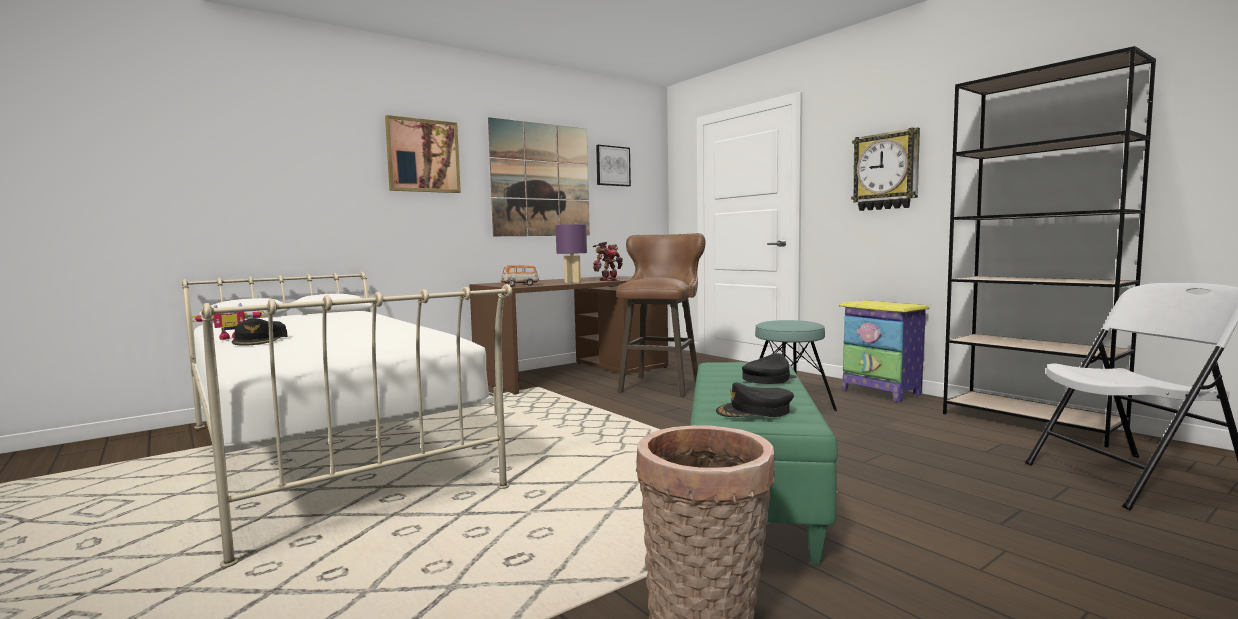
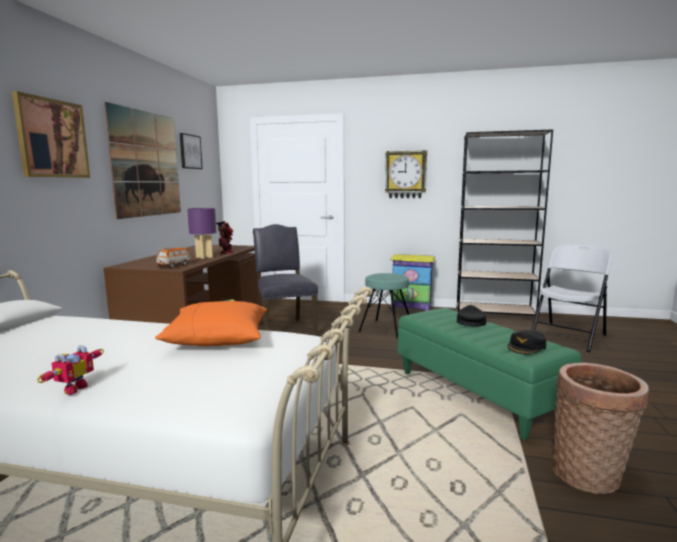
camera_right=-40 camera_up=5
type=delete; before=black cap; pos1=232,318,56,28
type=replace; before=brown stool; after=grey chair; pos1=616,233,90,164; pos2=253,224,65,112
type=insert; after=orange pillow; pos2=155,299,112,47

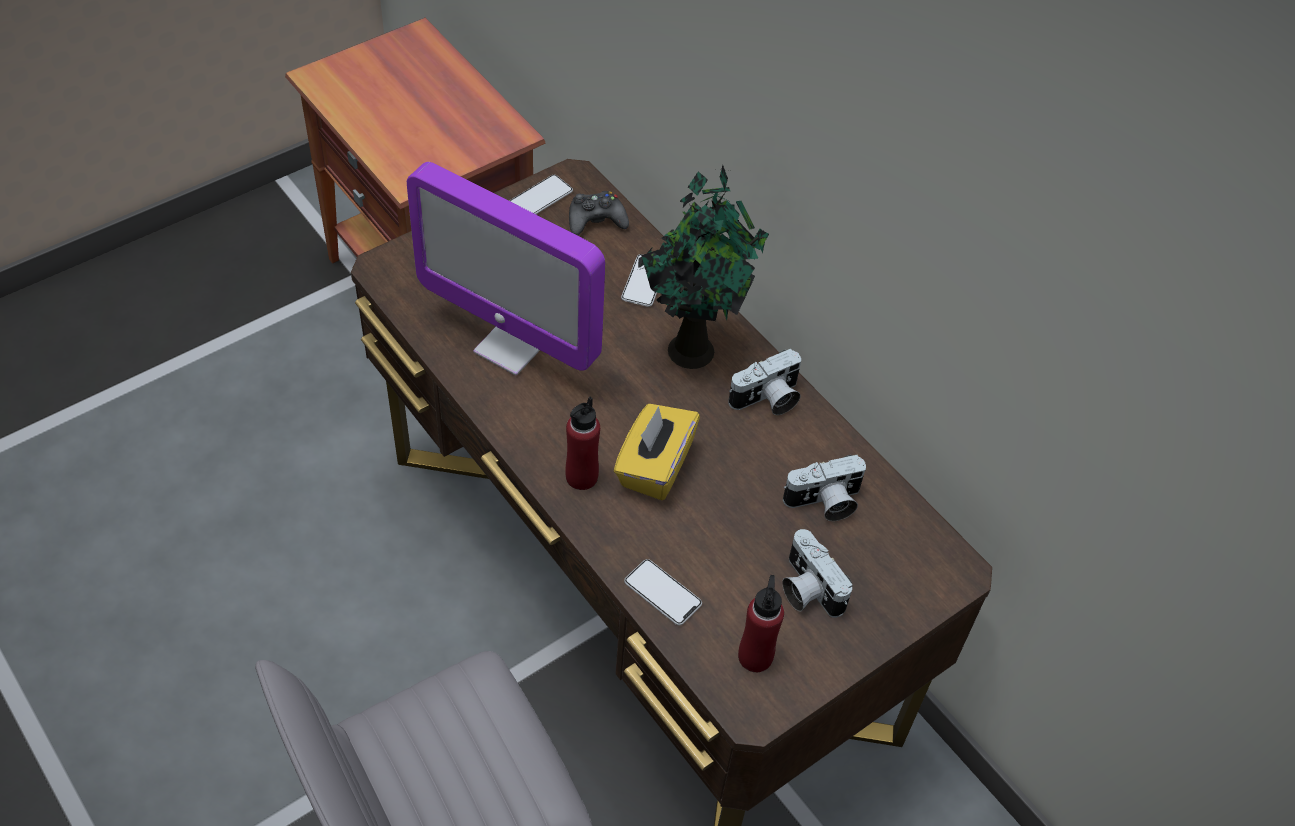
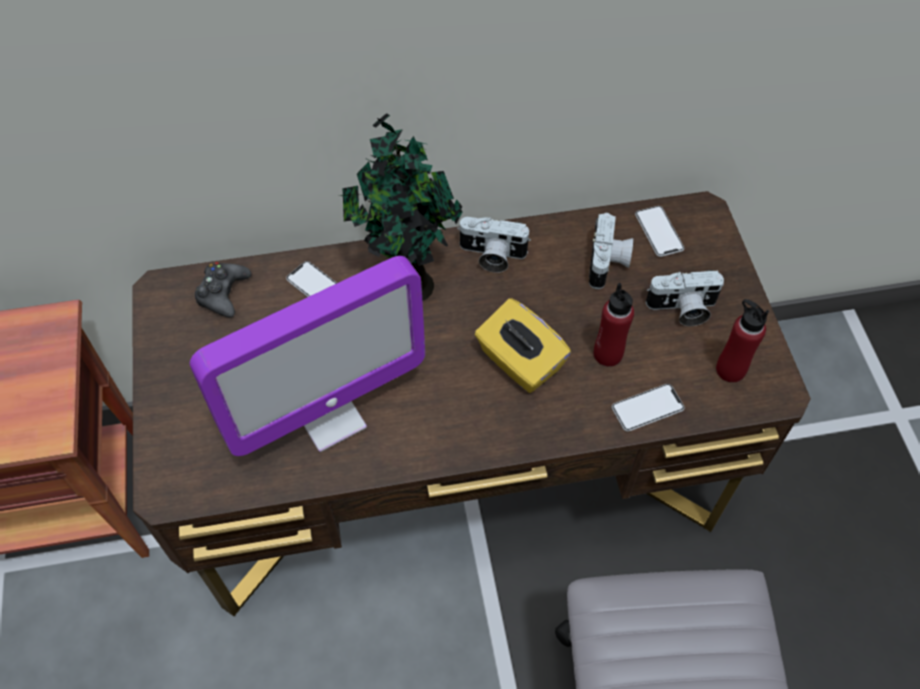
camera_right=-60 camera_up=5
type=move; before=phone; pos1=510,175,63,39; pos2=635,206,49,51
type=move; before=red bottle; pos1=565,397,35,93; pos2=594,283,40,84
type=rotate; before=photo camera; pos1=728,349,73,66; pos2=457,217,74,56; turn=105

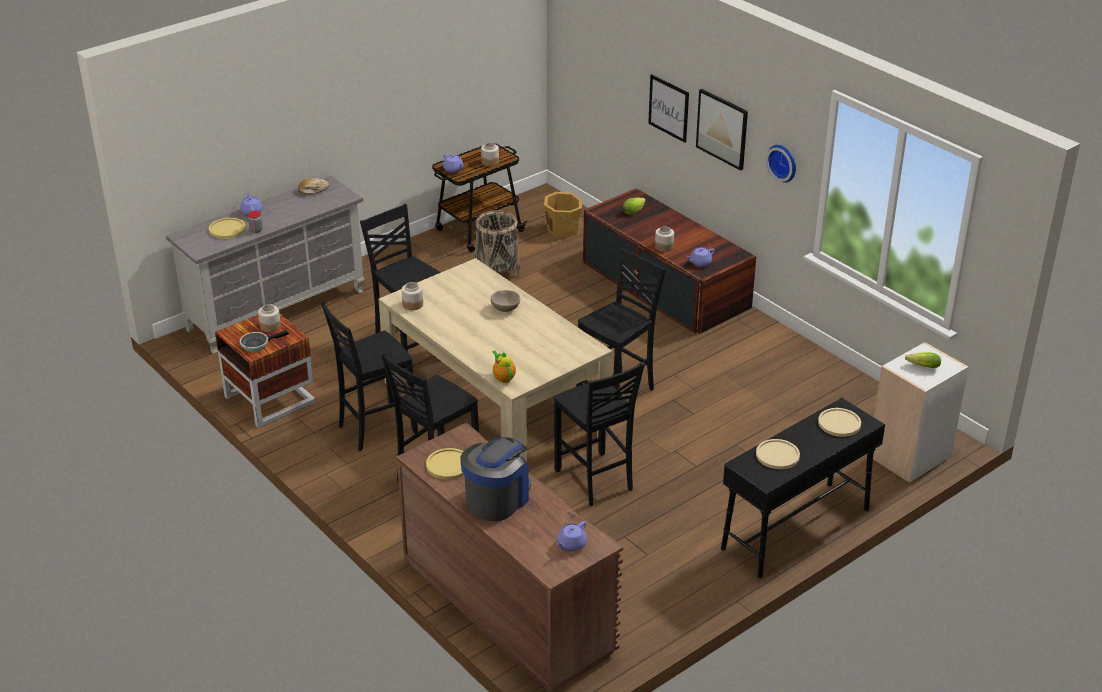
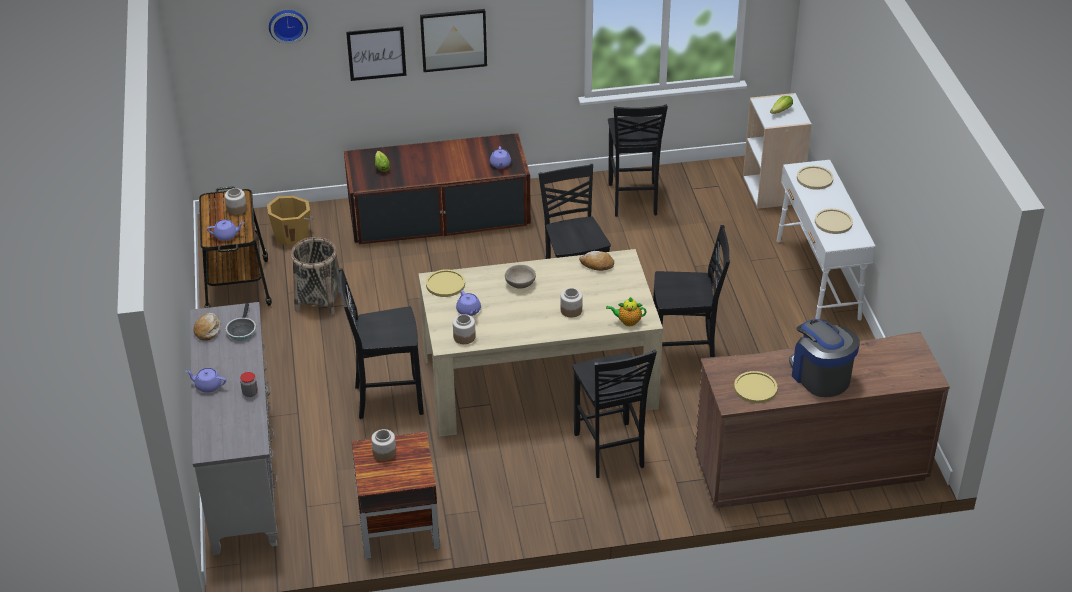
camera_right=-60 camera_up=5
type=move; before=yellow plate; pos1=209,218,37,21; pos2=426,269,39,28
type=move; before=frying pan; pos1=240,330,49,22; pos2=226,303,30,37
type=move; before=black chair; pos1=321,301,97,150; pos2=608,104,60,113
type=move; before=purple teapot; pos1=557,521,30,30; pos2=456,290,25,26
type=move; before=jar; pos1=655,227,19,25; pos2=561,288,21,30
type=recolor; before=black console table; after=white console table; pos1=721,398,164,180; pos2=777,160,98,161
type=move; before=wall clock; pos1=766,145,30,38; pos2=269,10,39,34
type=insert; after=bread; pos2=579,251,35,20

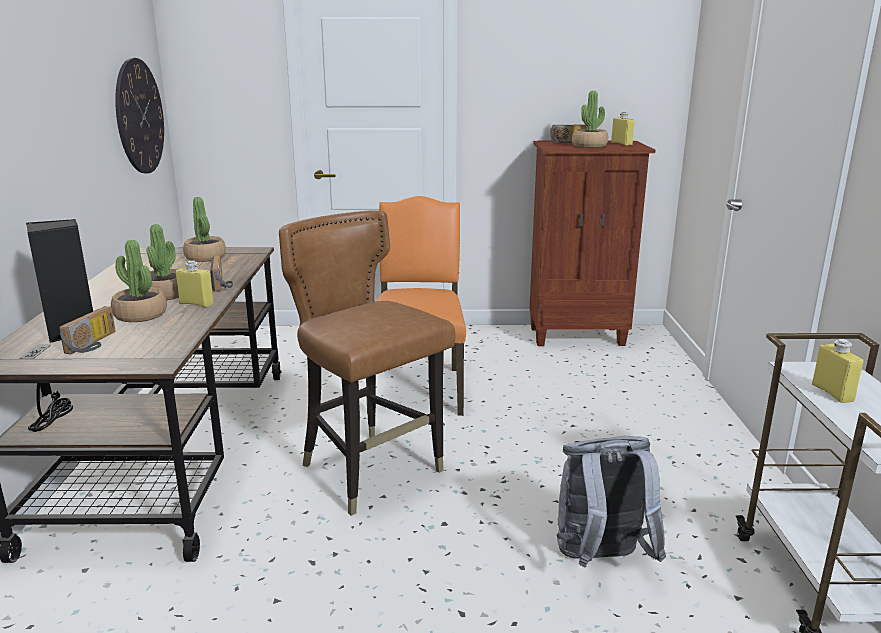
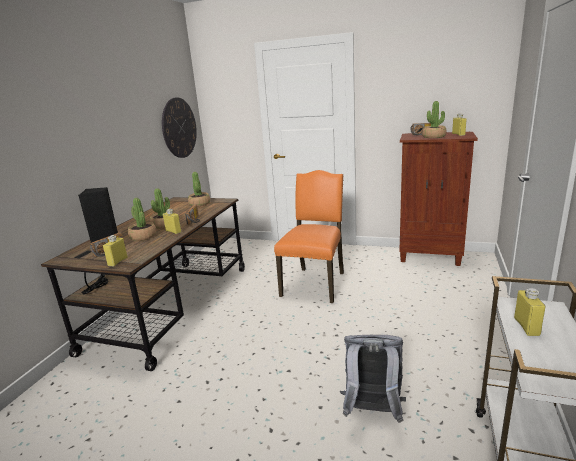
camera_right=20 camera_up=0
type=delete; before=brown chair; pos1=279,210,177,306
type=insert; after=yellow bottle; pos2=103,235,25,31

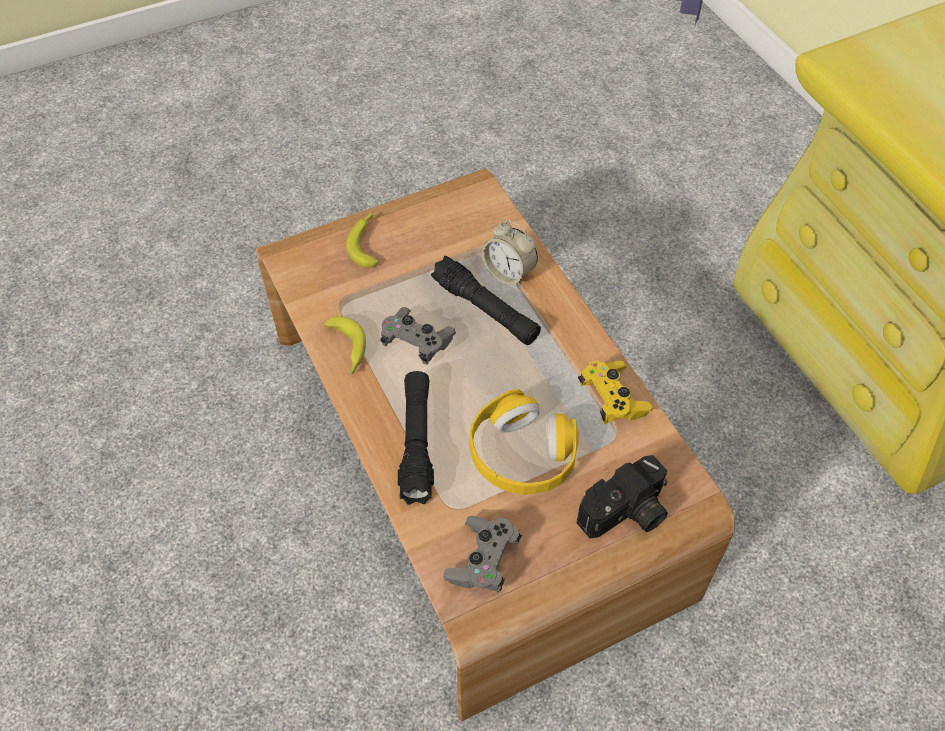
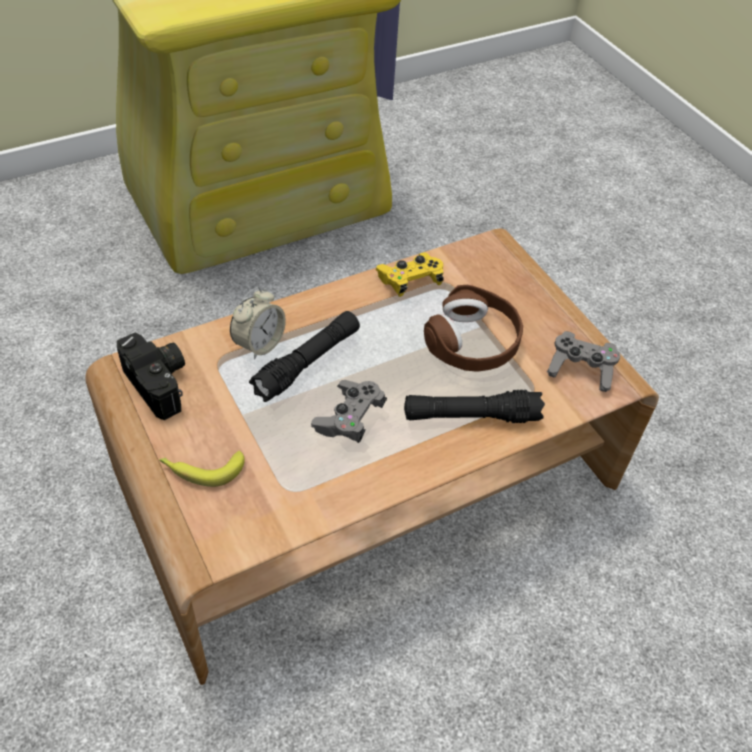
camera_right=-95 camera_up=-5
type=delete; before=banana; pos1=324,316,42,59
type=recolor; before=yellow headphones; after=brown headphones; pos1=469,388,110,107; pos2=424,285,99,87
type=move; before=photo camera; pos1=577,455,91,83; pos2=117,333,68,87

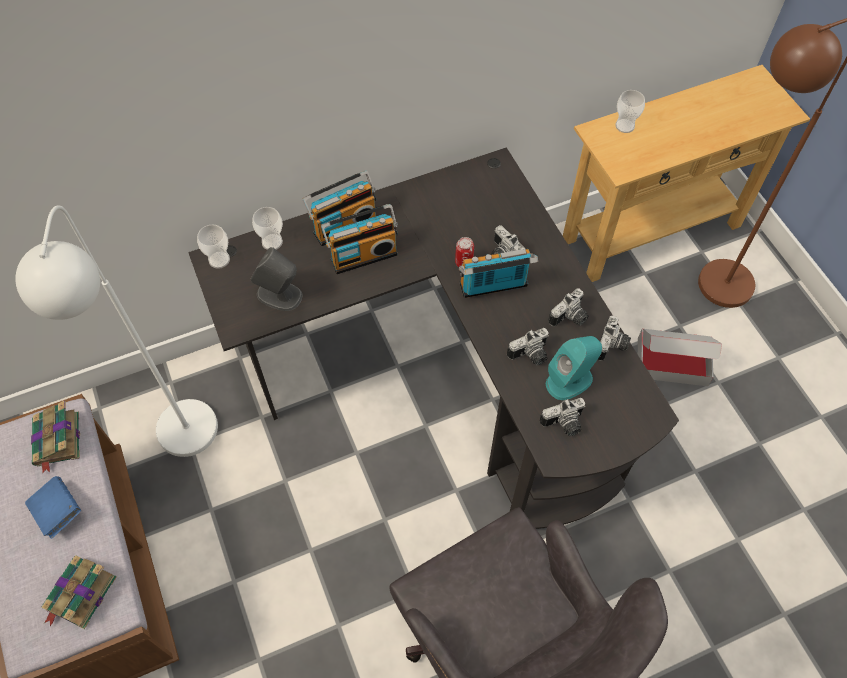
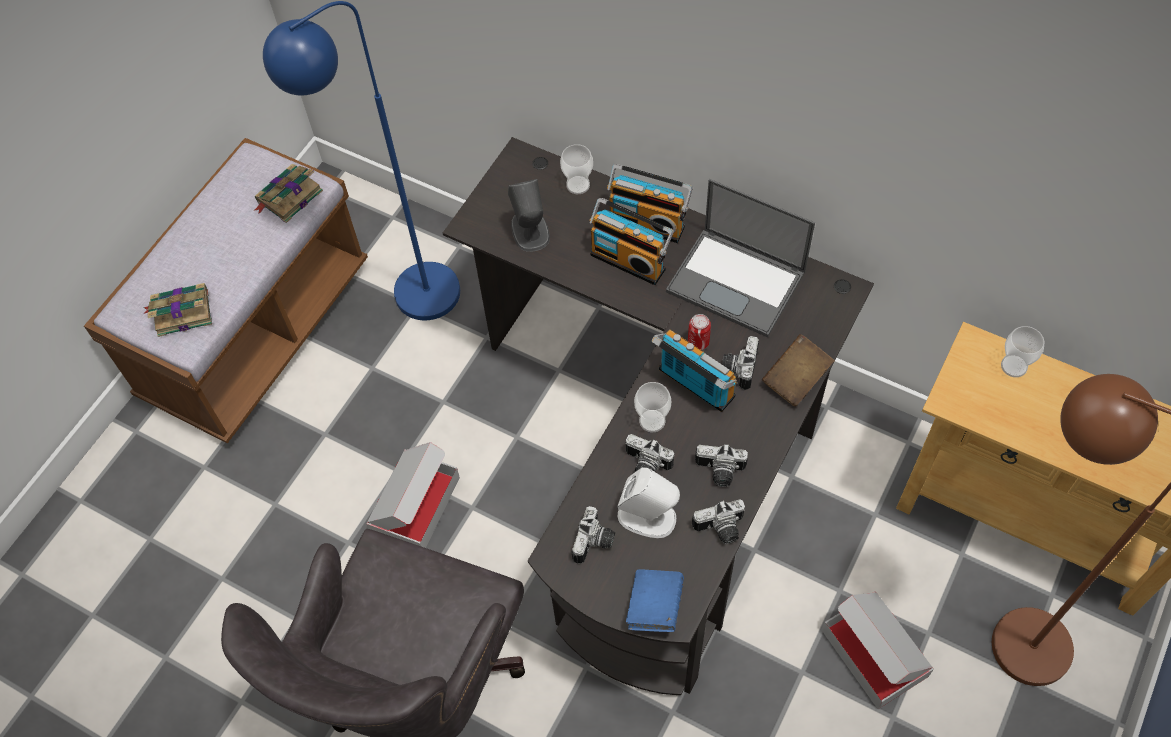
camera_right=55 camera_up=0
type=recolor; before=white floor lamp; after=blue floor lamp; pos1=15,205,203,252; pos2=263,1,197,319
type=move; before=blue book; pos1=25,476,56,63; pos2=626,569,58,63
type=move; before=cup; pos1=197,225,33,44; pos2=634,382,37,50
type=rotate; before=photo camera; pos1=539,398,46,38; pos2=572,506,43,58; turn=-105
type=recolor; before=turquoise speaker; after=white speaker; pos1=546,336,56,64; pos2=618,467,62,71
type=insert; after=cardboard box; pos2=366,442,94,106
type=insert; after=laptop; pos2=666,179,149,158
type=insert; after=brown book; pos2=762,334,73,72

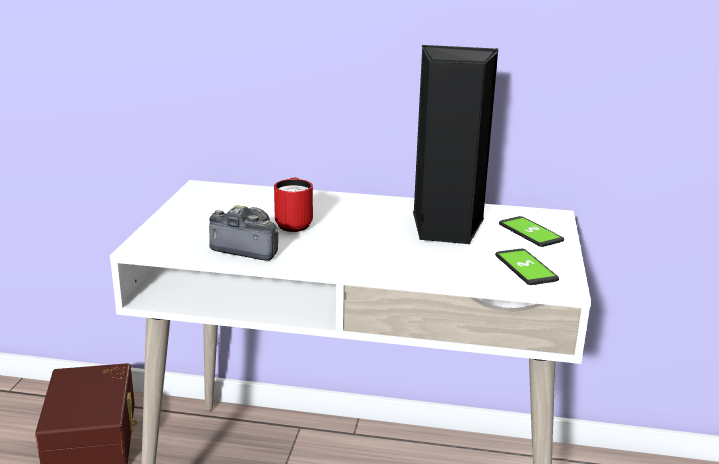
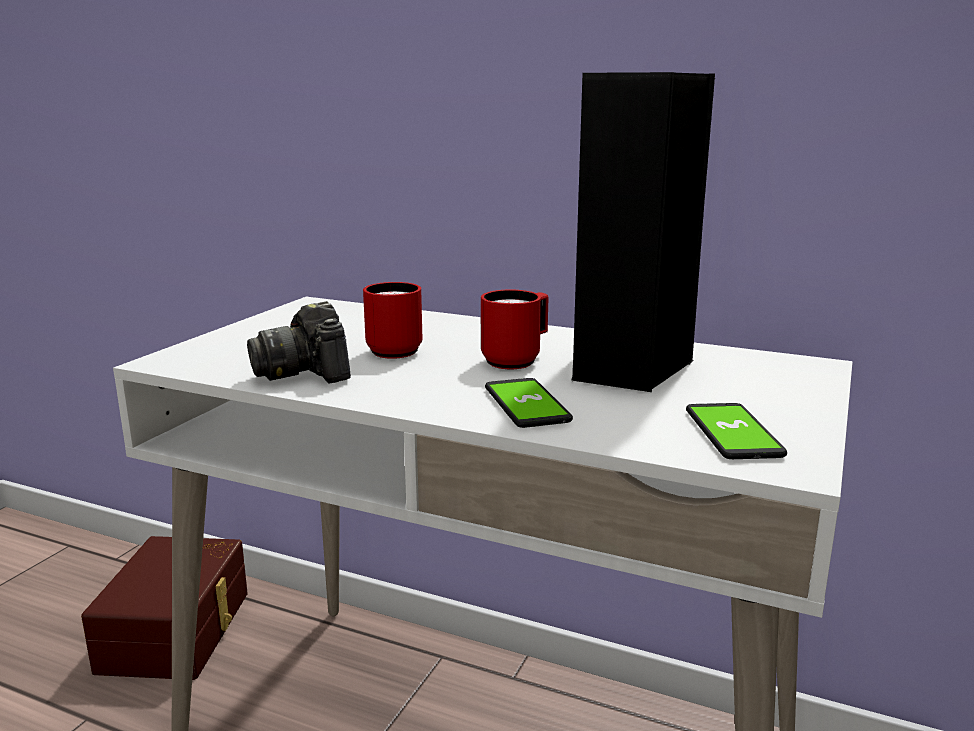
camera_right=15 camera_up=-5
type=rotate; before=photo camera; pos1=209,205,70,56; pos2=247,301,104,83; turn=-150
type=move; before=phone; pos1=499,216,65,31; pos2=485,378,88,50
type=insert; after=red mug; pos2=481,289,68,80

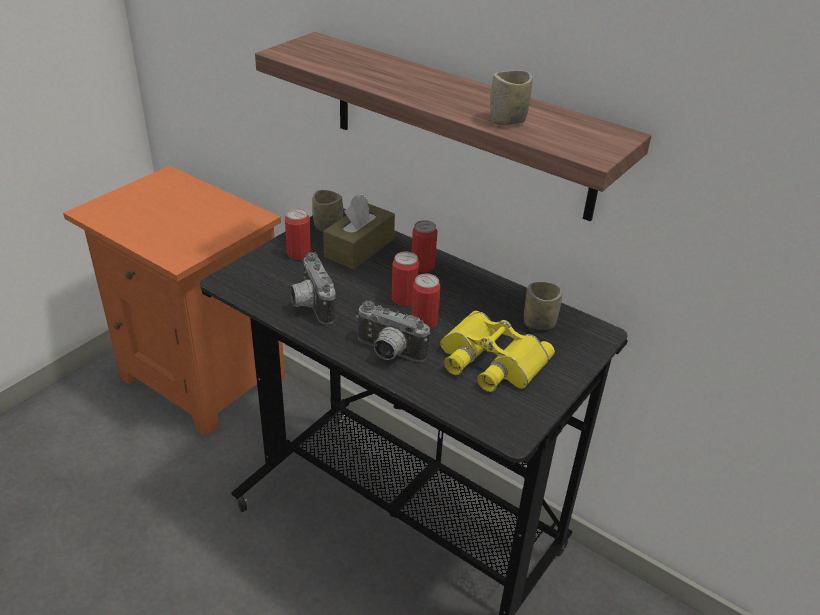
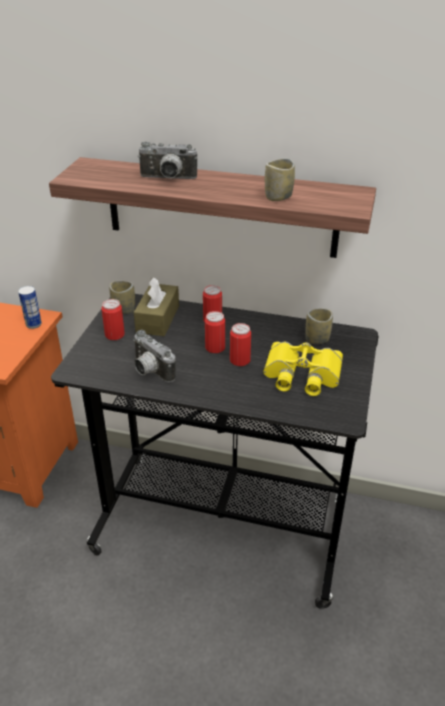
camera_right=-20 camera_up=0
type=move; before=photo camera; pos1=356,300,74,62; pos2=138,142,59,37
type=insert; after=can; pos2=18,286,24,43

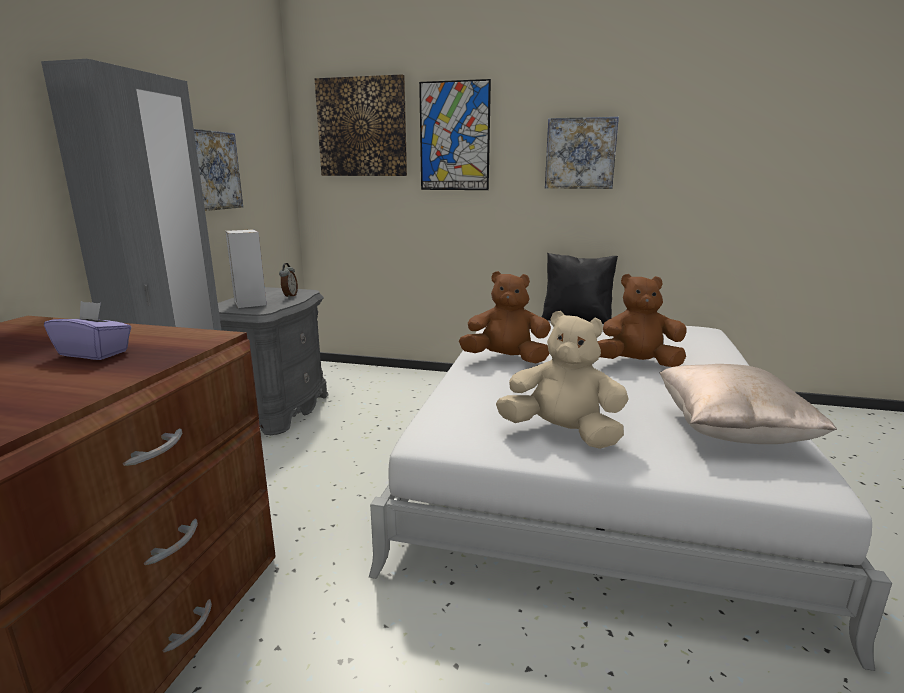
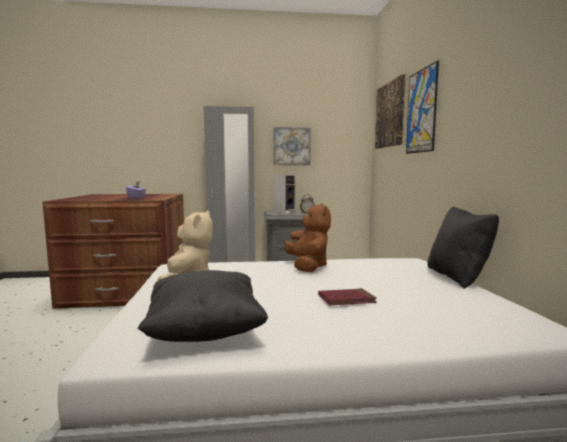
camera_right=70 camera_up=-10
type=delete; before=picture; pos1=545,117,74,72
type=replace; before=brown plush toy; after=red book; pos1=598,274,89,93; pos2=318,288,59,17
type=recolor; before=beige pillow; after=black pillow; pos1=660,364,177,80; pos2=138,270,130,72

